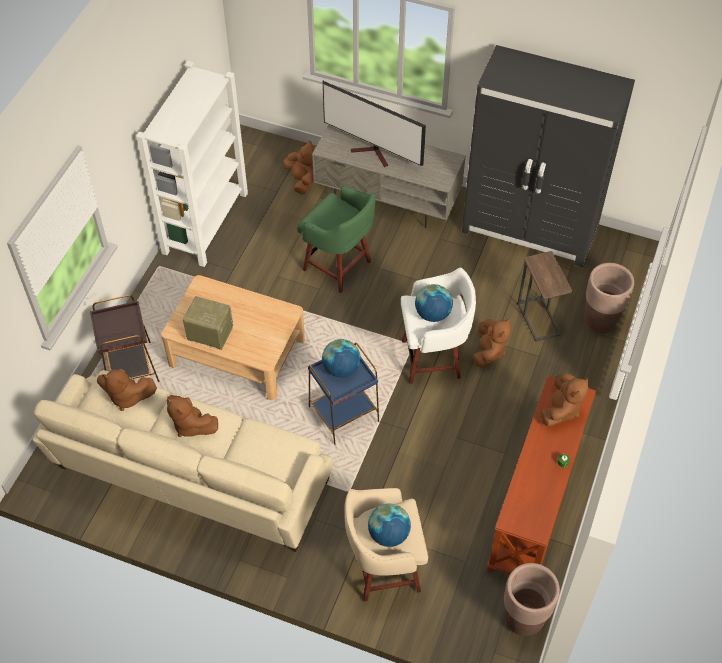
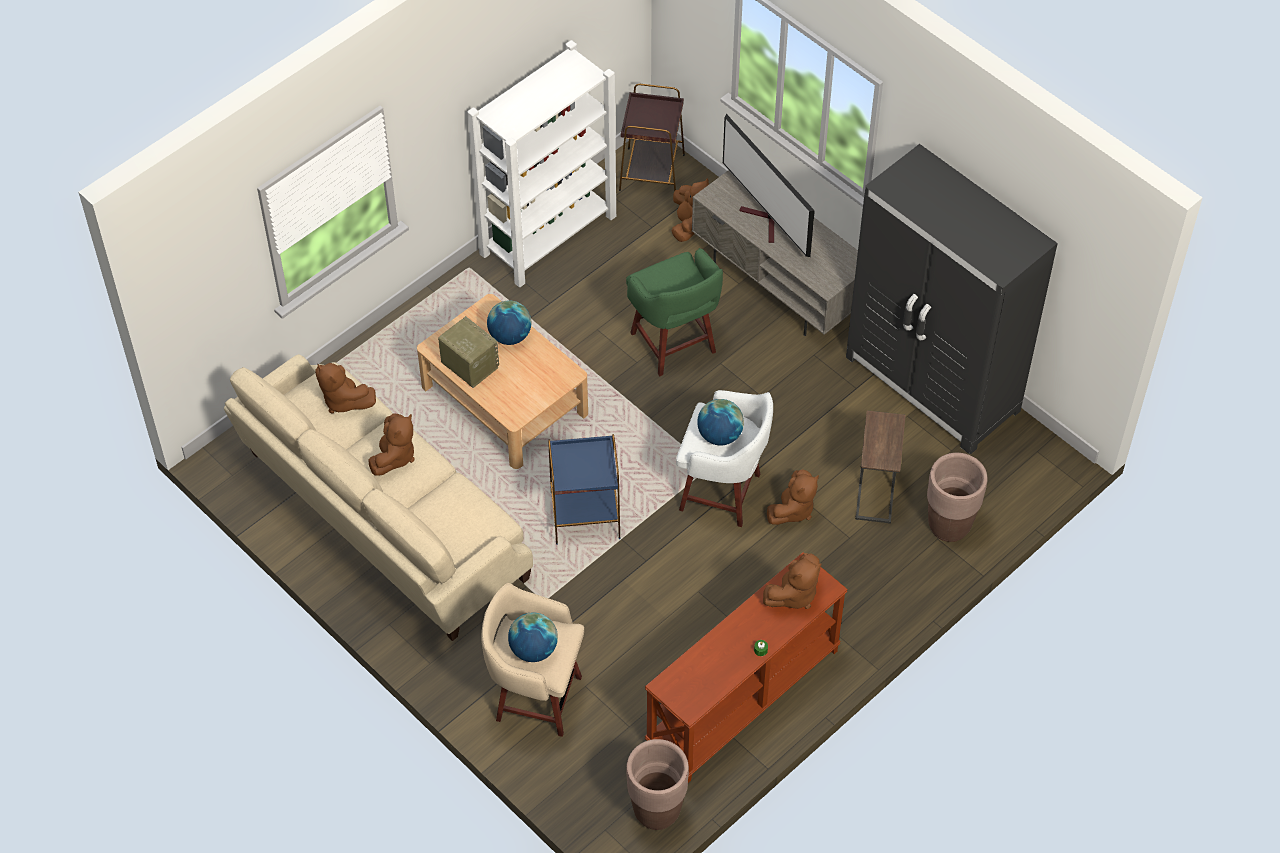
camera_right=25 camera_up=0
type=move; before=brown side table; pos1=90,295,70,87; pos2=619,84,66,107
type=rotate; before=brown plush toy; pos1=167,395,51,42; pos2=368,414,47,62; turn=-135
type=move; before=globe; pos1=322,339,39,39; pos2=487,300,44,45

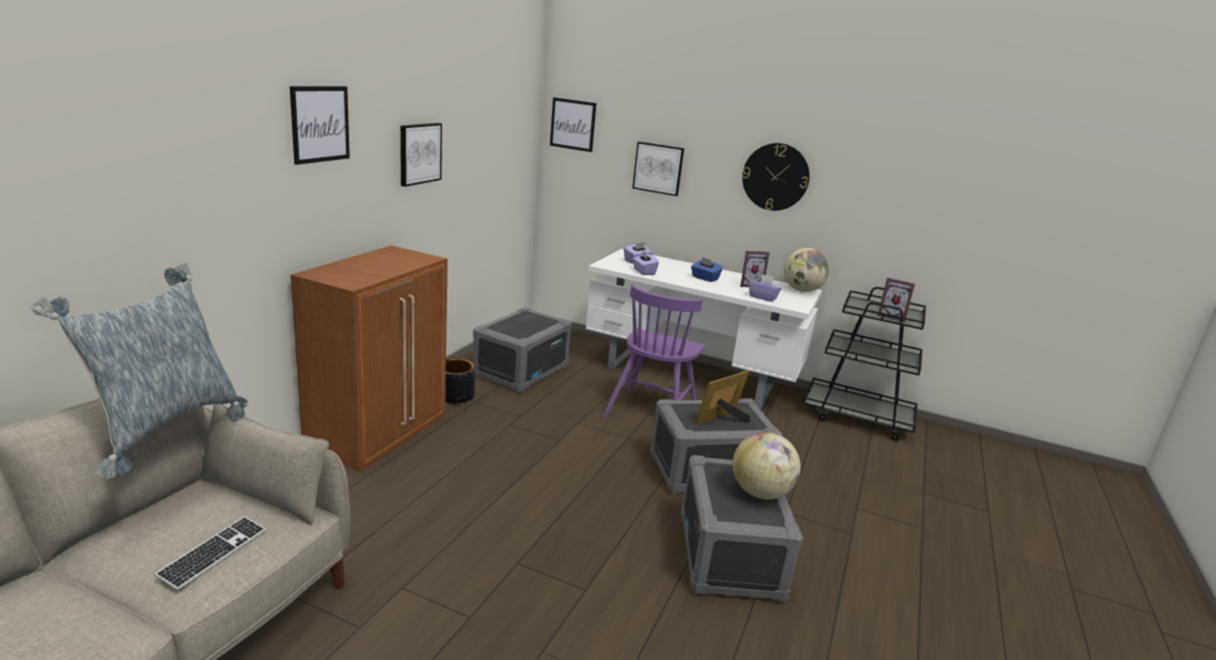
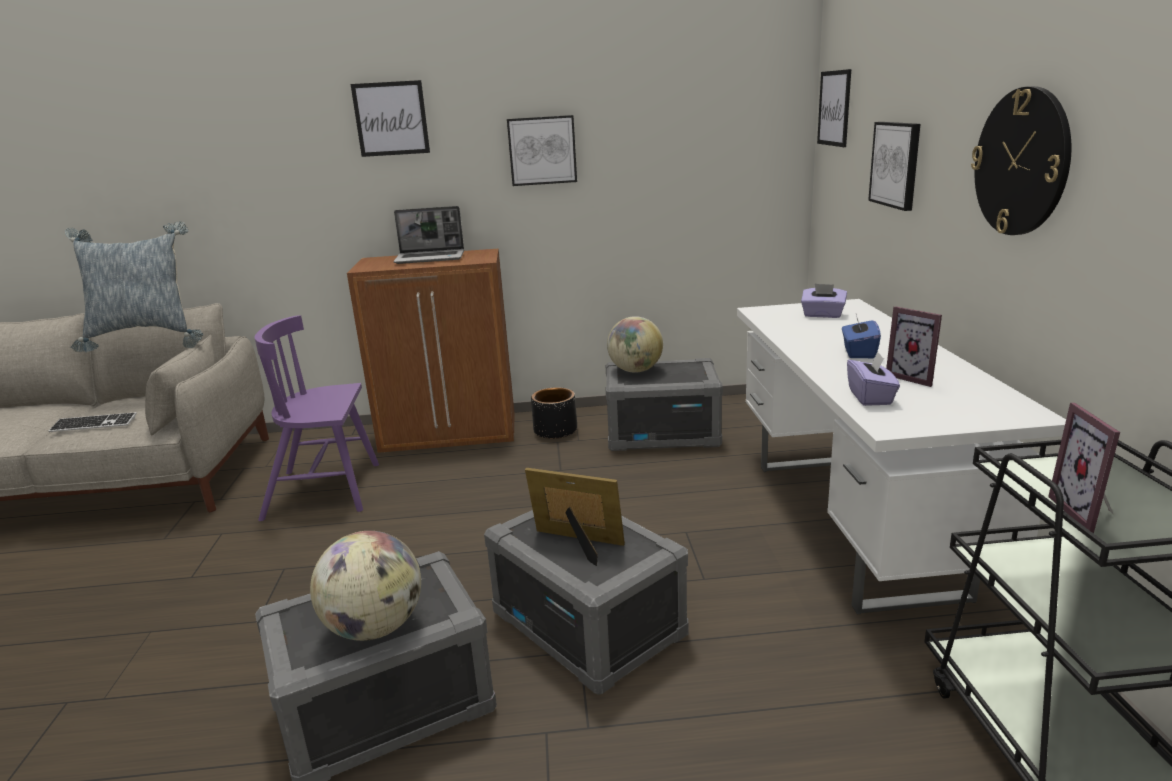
camera_right=65 camera_up=0
type=move; before=purple chair; pos1=602,284,103,134; pos2=255,315,124,206
type=delete; before=purple tissue box; pos1=633,250,26,25
type=move; before=globe; pos1=784,248,46,44; pos2=607,316,56,57
type=insert; after=laptop; pos2=393,206,71,58

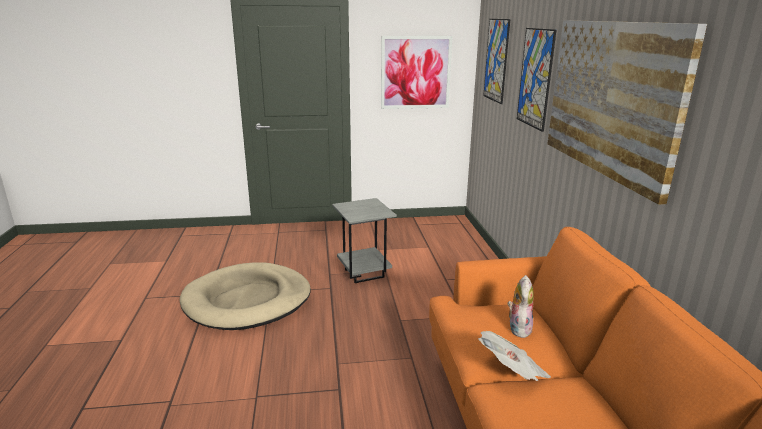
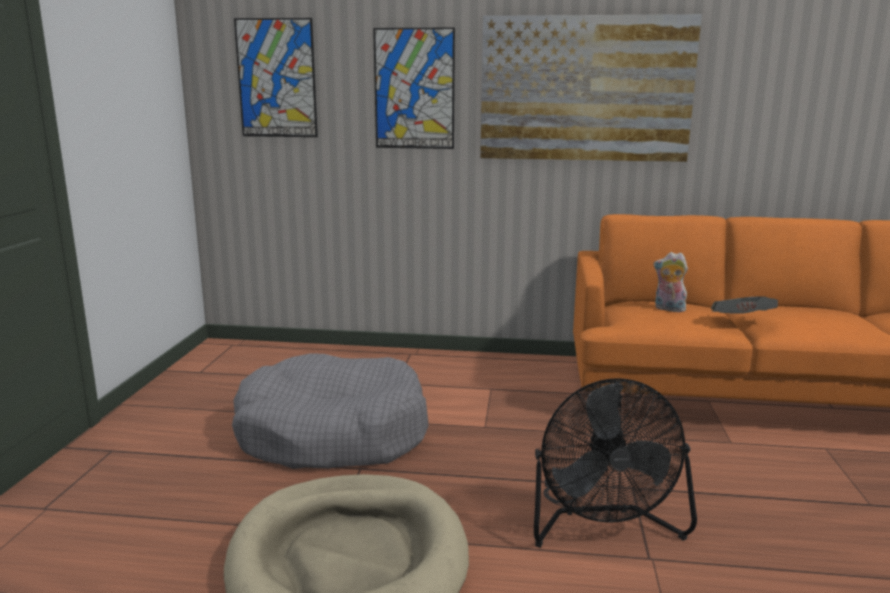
camera_right=-75 camera_up=-5
type=replace; before=grey side table; after=grey dog bed; pos1=332,198,65,85; pos2=232,353,197,116
type=delete; before=picture; pos1=381,36,72,73
type=insert; after=black fan; pos2=534,379,163,169

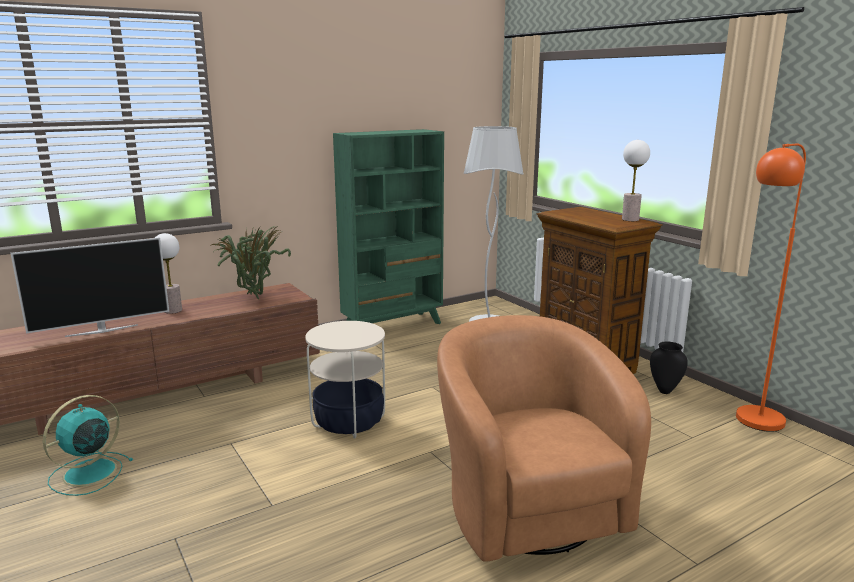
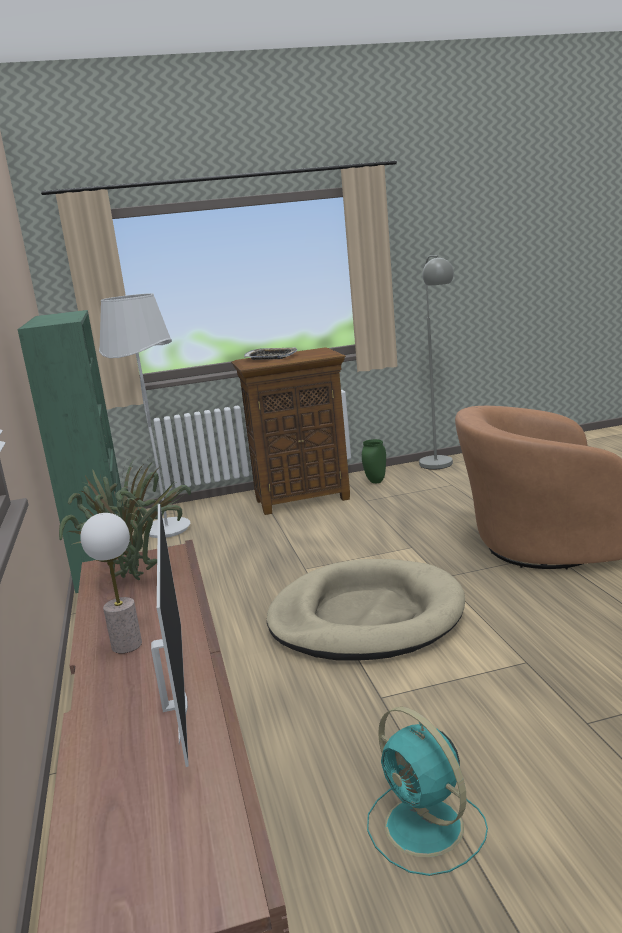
camera_right=-70 camera_up=0
type=replace; before=beige side table; after=beige dog bed; pos1=305,321,80,118; pos2=267,559,198,102
type=delete; before=table lamp; pos1=622,140,28,81
type=recolor; before=black vase; after=green vase; pos1=650,342,38,52; pos2=362,439,24,44
type=recolor; before=orange floor lamp; after=grey floor lamp; pos1=736,143,70,289; pos2=419,255,35,214
type=insert; after=tray; pos2=244,347,54,13

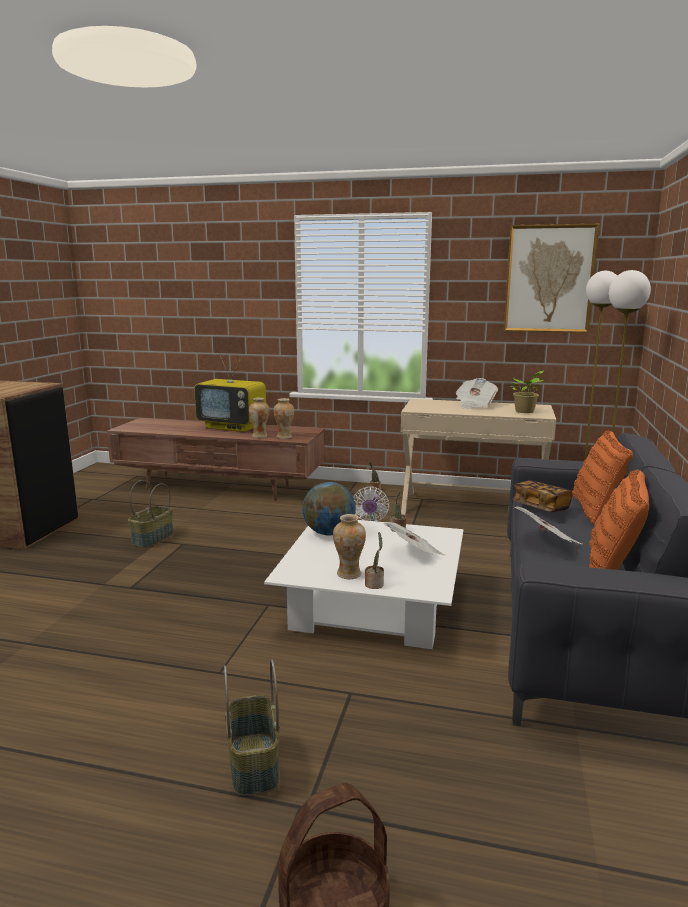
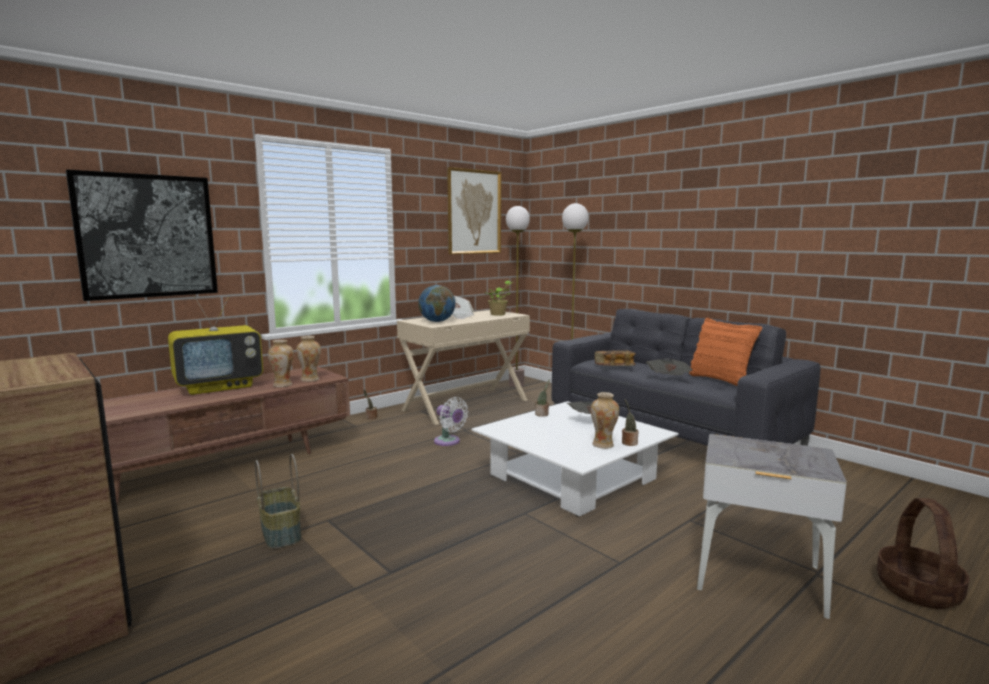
camera_right=-55 camera_up=-5
type=replace; before=basket; after=side table; pos1=224,659,56,137; pos2=697,434,150,185
type=move; before=globe; pos1=302,482,54,53; pos2=418,285,37,37
type=delete; before=orange pillow; pos1=572,430,61,94
type=insert; after=picture; pos2=66,170,152,131

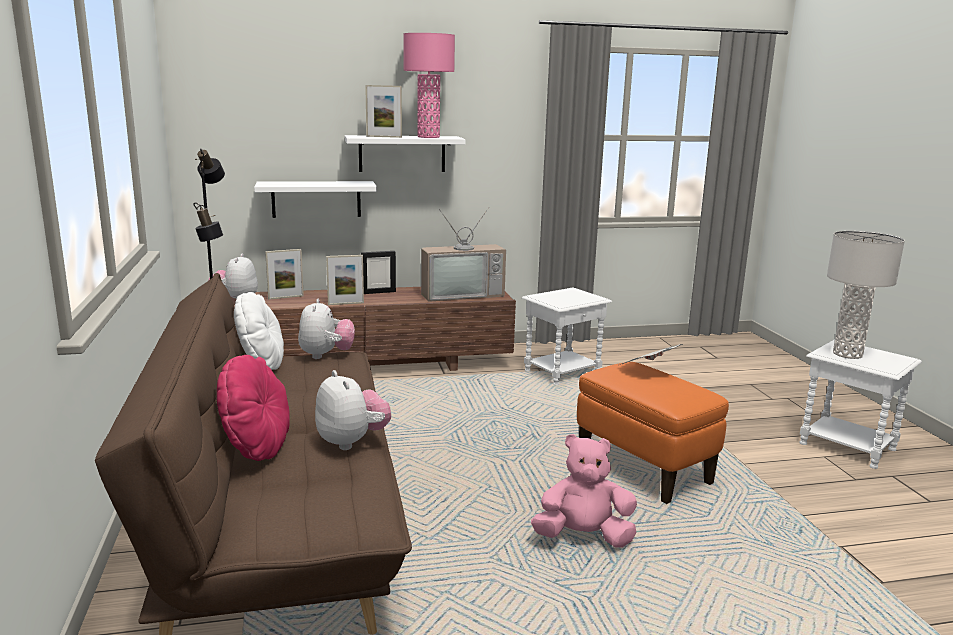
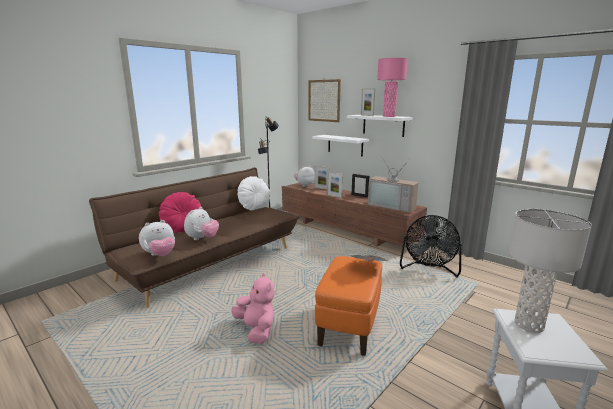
camera_right=55 camera_up=0
type=move; before=plush toy; pos1=298,299,57,60; pos2=139,220,36,36
type=replace; before=white side table; after=black fan; pos1=522,288,90,97; pos2=400,215,62,63
type=insert; after=picture; pos2=308,79,33,43

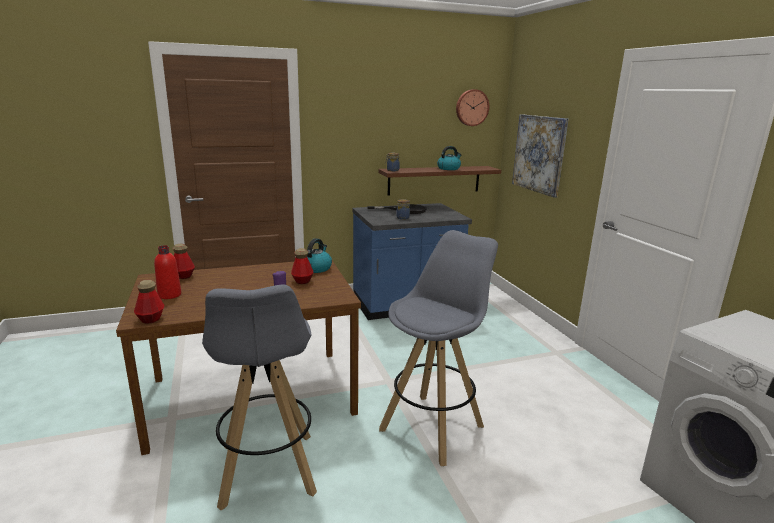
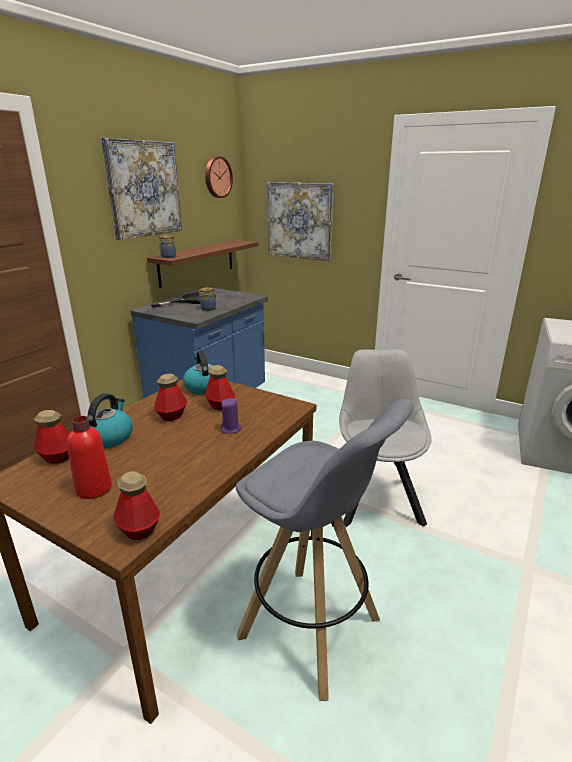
camera_right=-40 camera_up=5
type=replace; before=grey stool; after=grey chair; pos1=379,230,119,236; pos2=339,349,93,178
type=move; before=kettle; pos1=437,146,24,24; pos2=87,393,46,55
type=insert; after=picture; pos2=101,138,81,102
type=insert; after=bottle; pos2=154,374,33,47

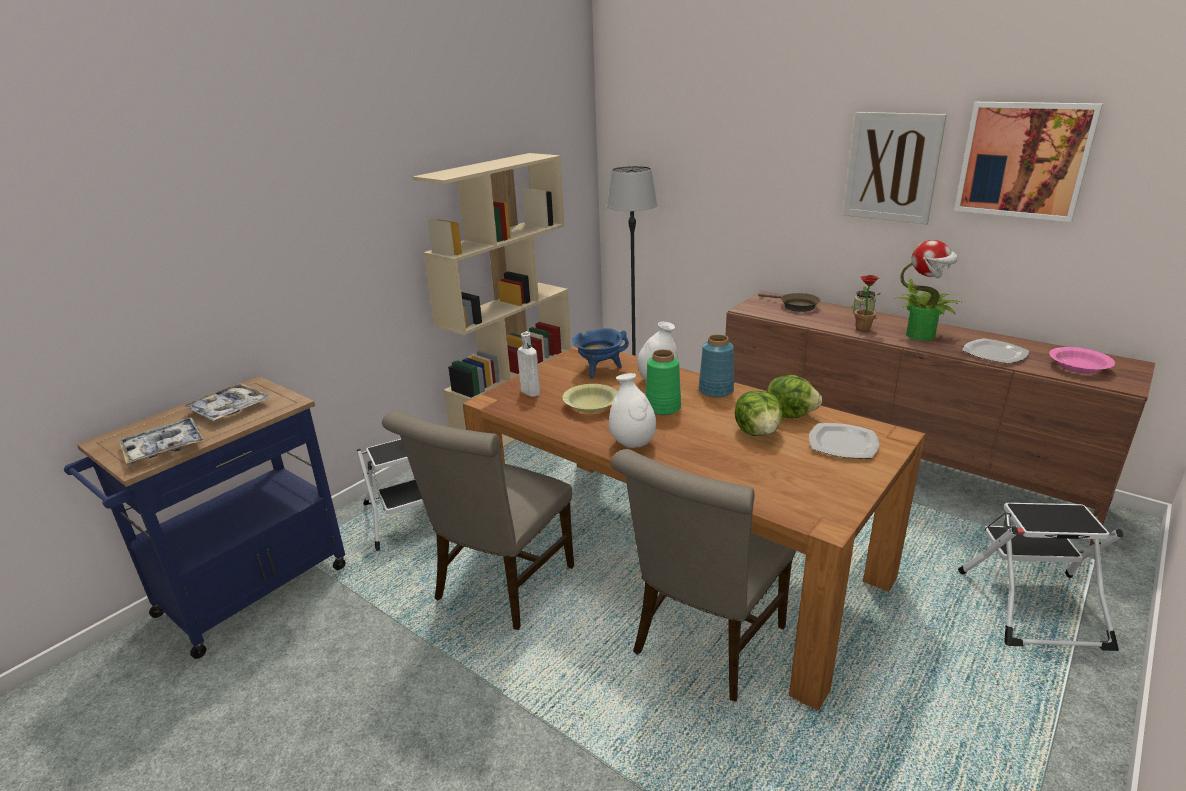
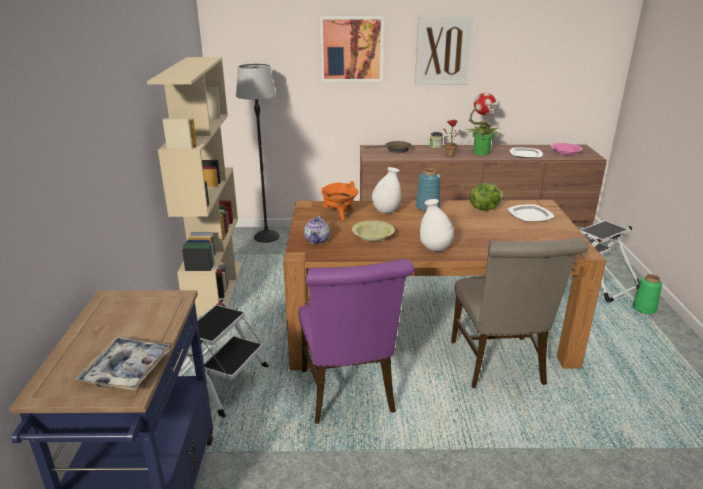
camera_right=-40 camera_up=0
type=delete; before=tray; pos1=184,383,86,38
type=recolor; before=beige chair; after=purple chair; pos1=382,411,192,219; pos2=298,259,116,165
type=replace; before=white bottle; after=teapot; pos1=517,332,23,65; pos2=304,215,26,29
type=recolor; before=blue cooking pot; after=orange cooking pot; pos1=572,328,57,50; pos2=321,181,38,40
type=move; before=green vase; pos1=645,349,36,66; pos2=632,274,30,40
type=delete; before=lettuce; pos1=735,391,48,45
type=move; before=picture; pos1=954,102,149,120; pos2=320,16,64,66

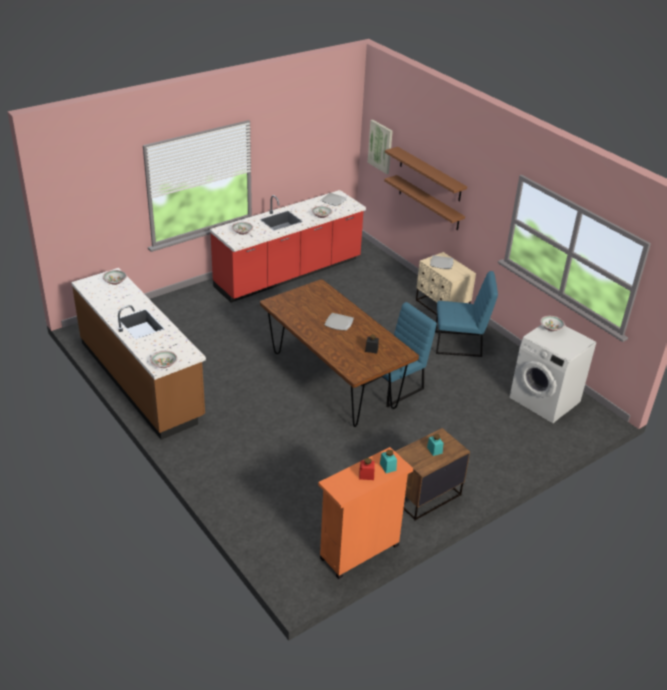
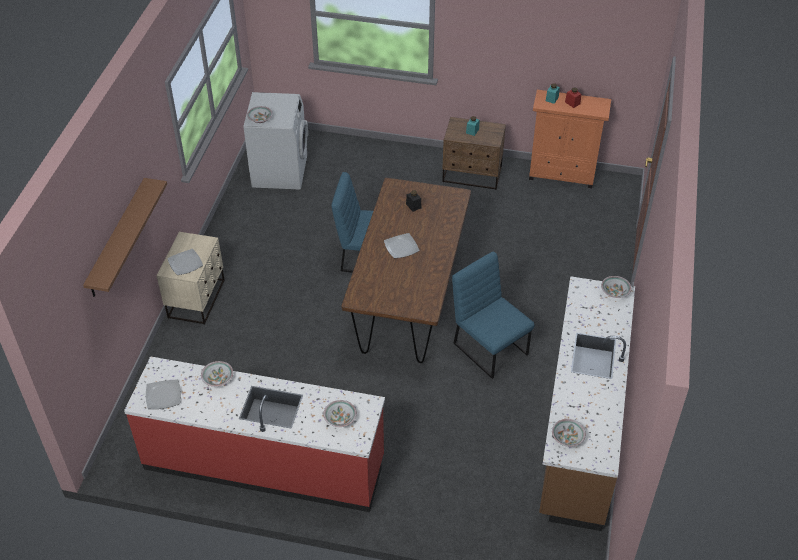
camera_right=-130 camera_up=10
type=delete; before=picture; pos1=368,120,25,54
type=delete; before=brown shelf; pos1=384,175,81,55
type=move; before=blue chair; pos1=435,271,63,86; pos2=452,251,83,128

